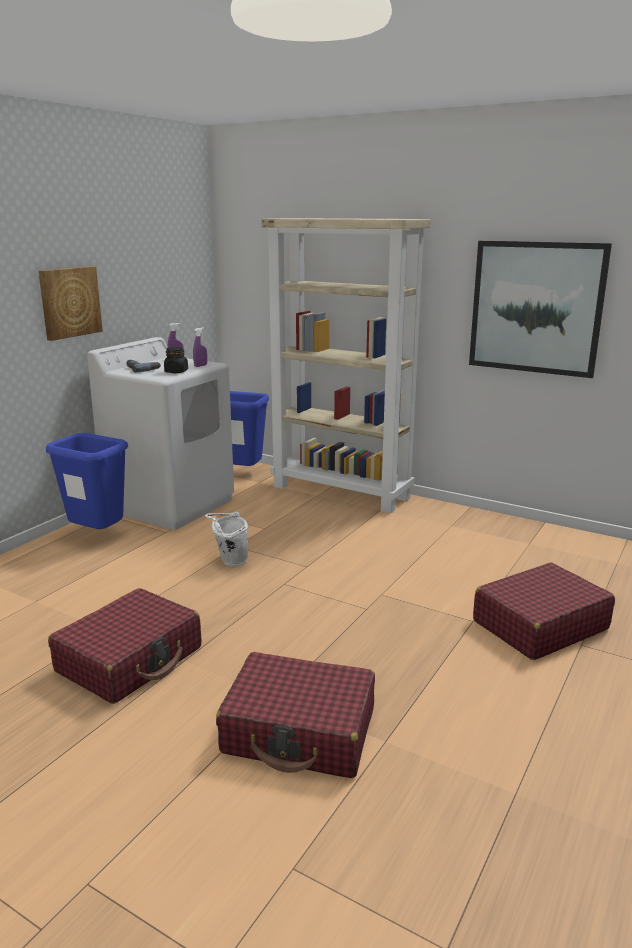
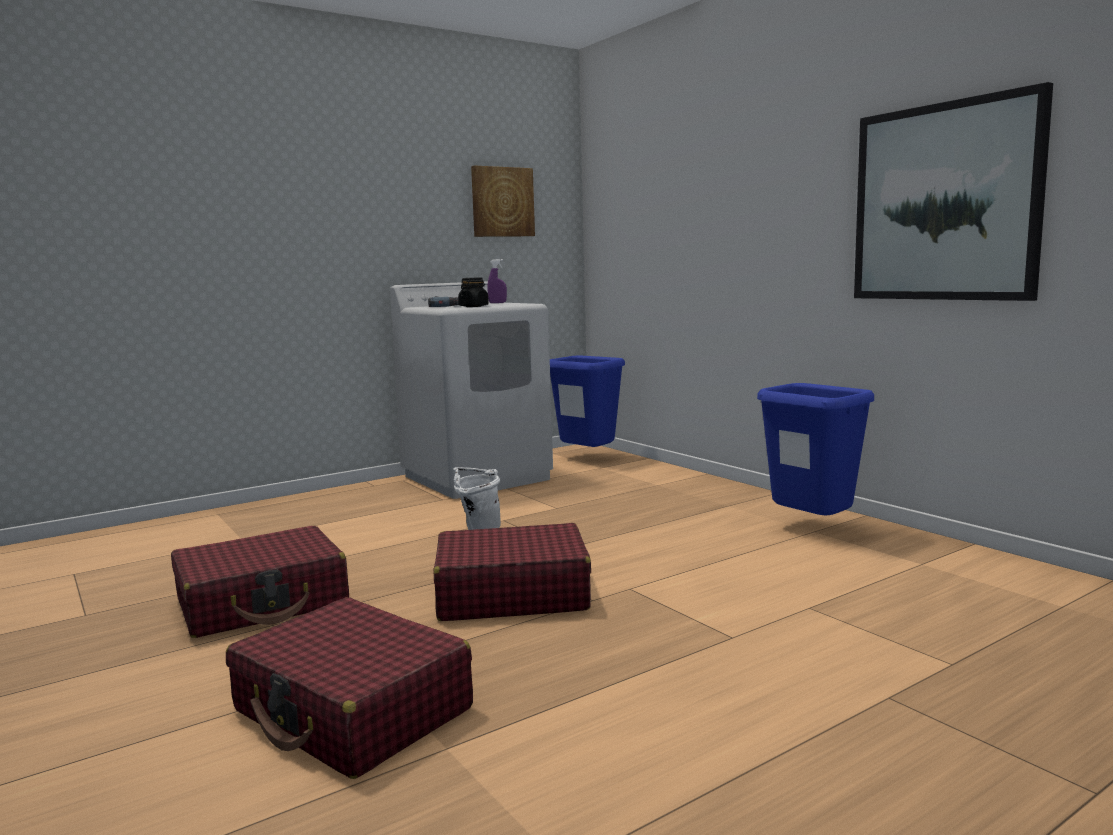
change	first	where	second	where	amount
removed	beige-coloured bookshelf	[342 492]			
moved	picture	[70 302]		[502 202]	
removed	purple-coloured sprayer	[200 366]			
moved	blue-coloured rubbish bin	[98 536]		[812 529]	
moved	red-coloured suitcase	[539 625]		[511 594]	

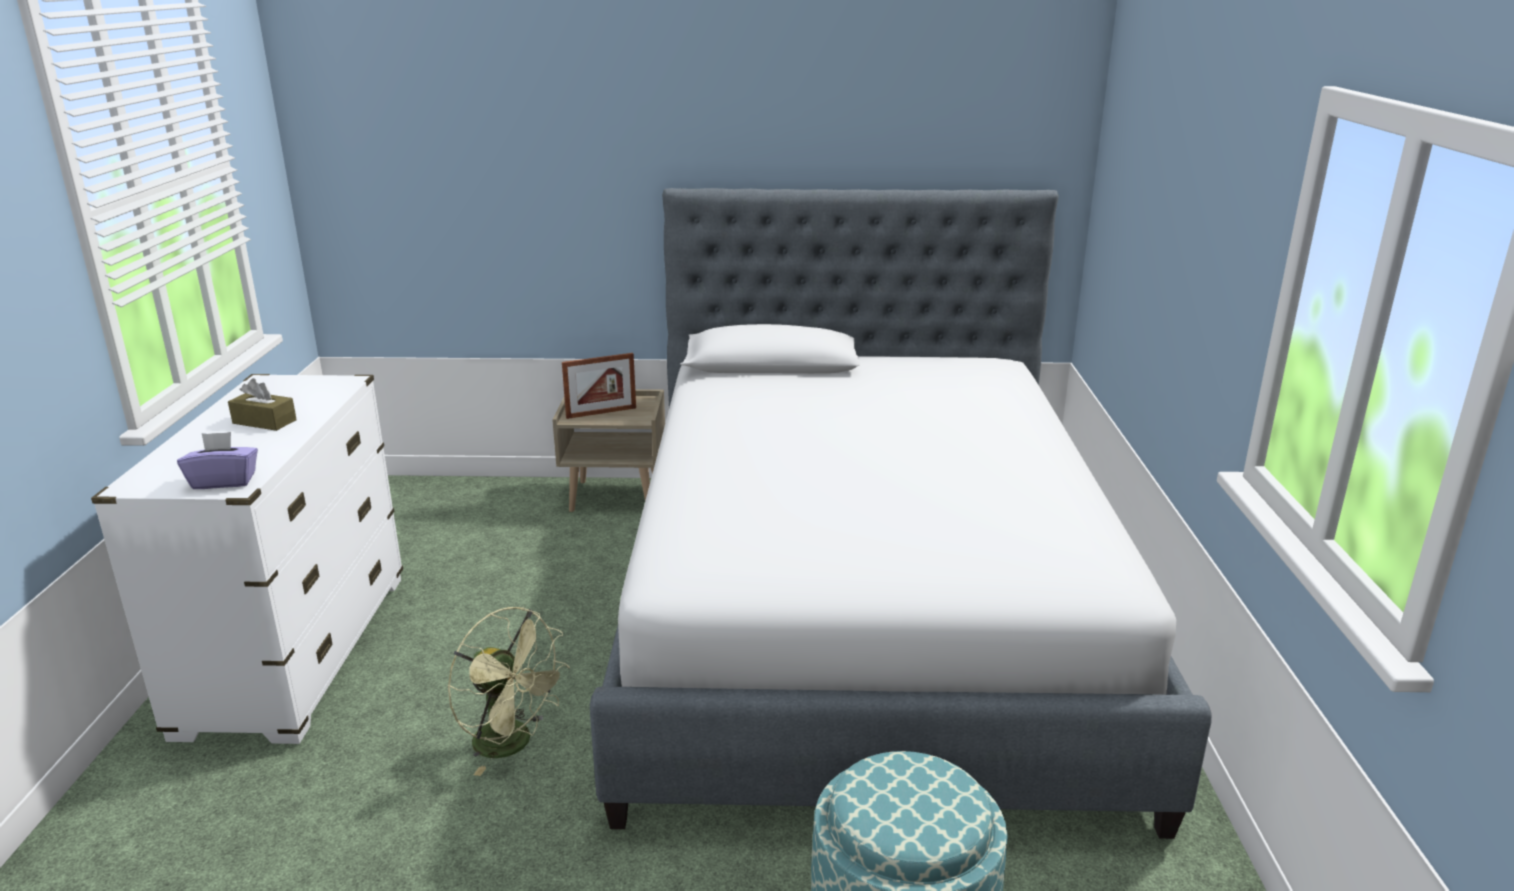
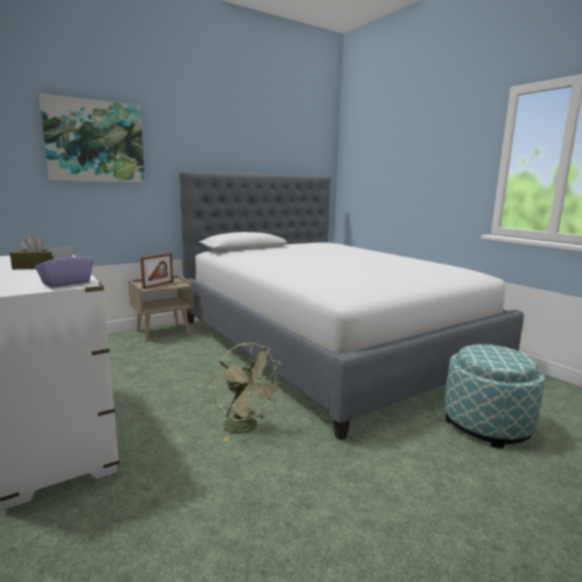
change	first	where	second	where	amount
turned	green cooling fan	[513 744]		[246 428]	45 degrees clockwise
added			picture	[95 141]	

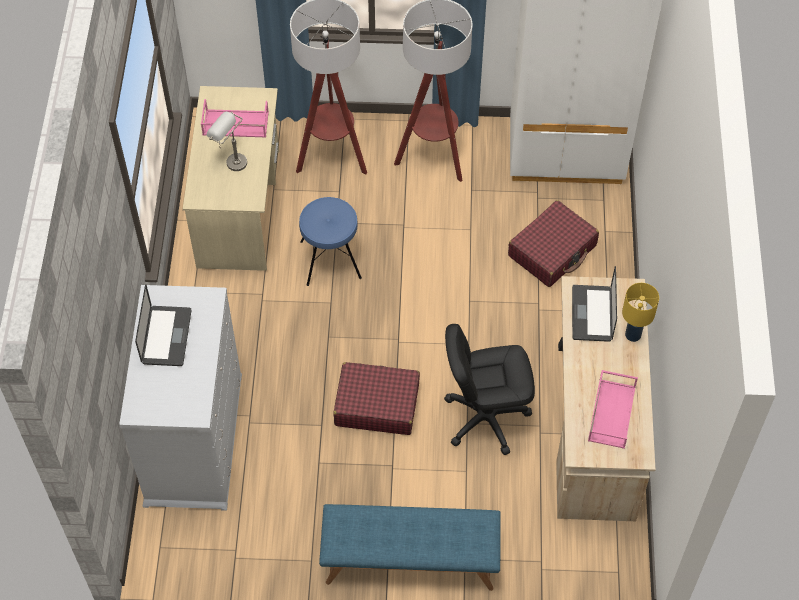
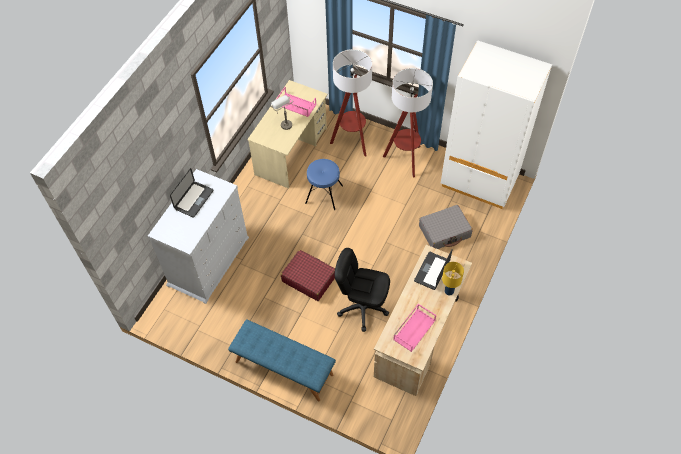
change	first	where	second	where	amount
recoloured	red-coloured suitcase	[552 251]	gray suitcase	[444 231]	

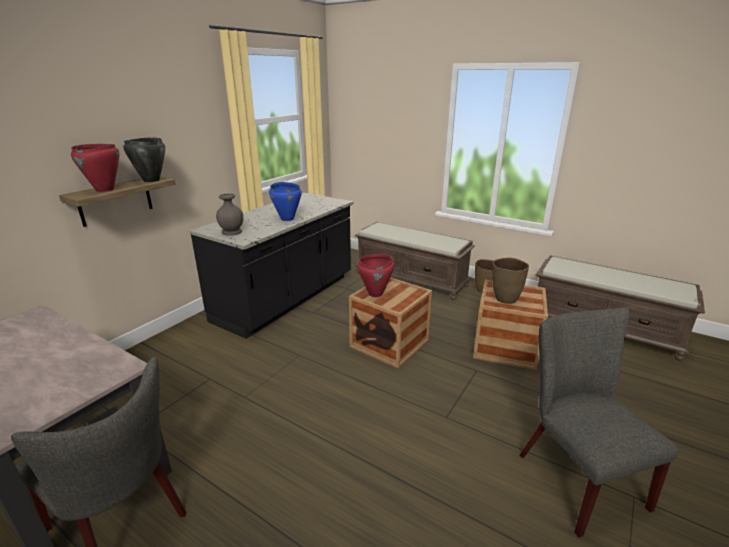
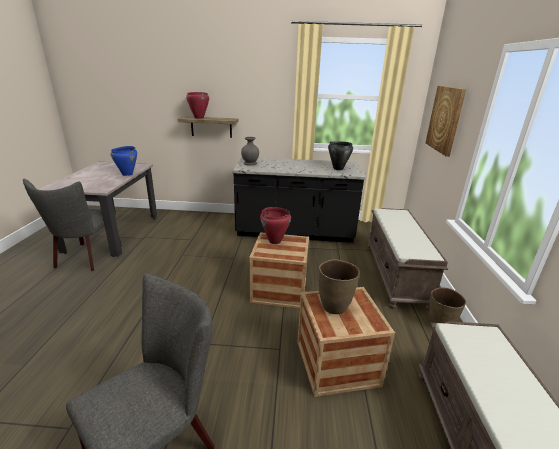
change	first	where	second	where	amount
moved	black-coloured saucepot	[151 180]		[338 168]	
moved	blue-coloured saucepot	[287 219]		[127 174]	
added			picture	[445 119]	

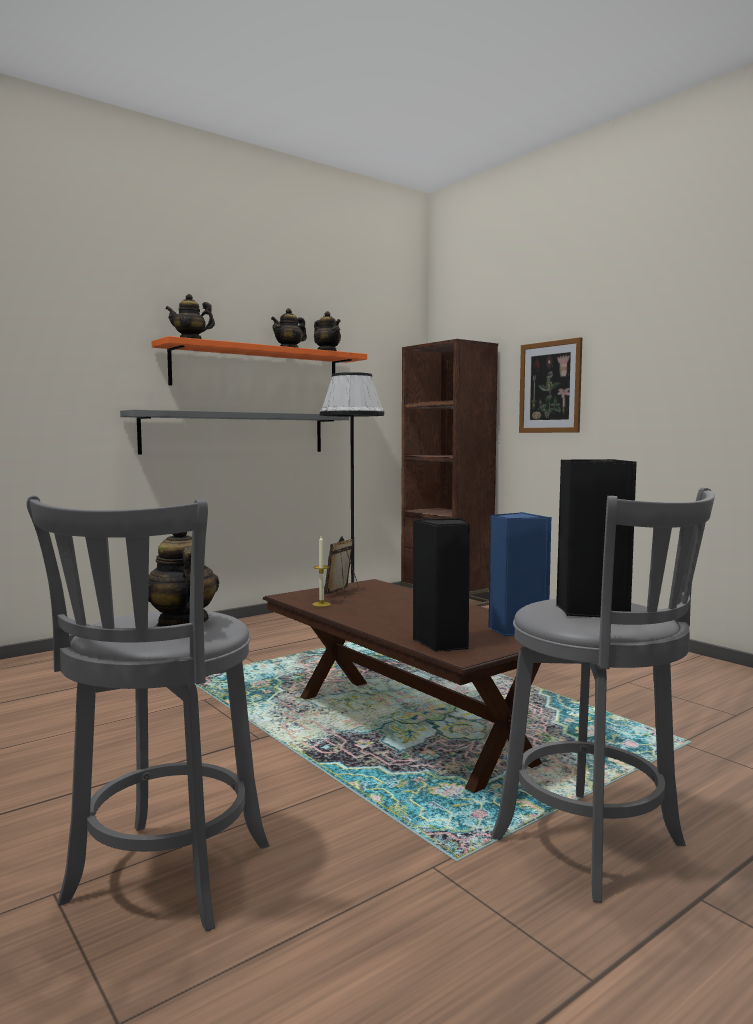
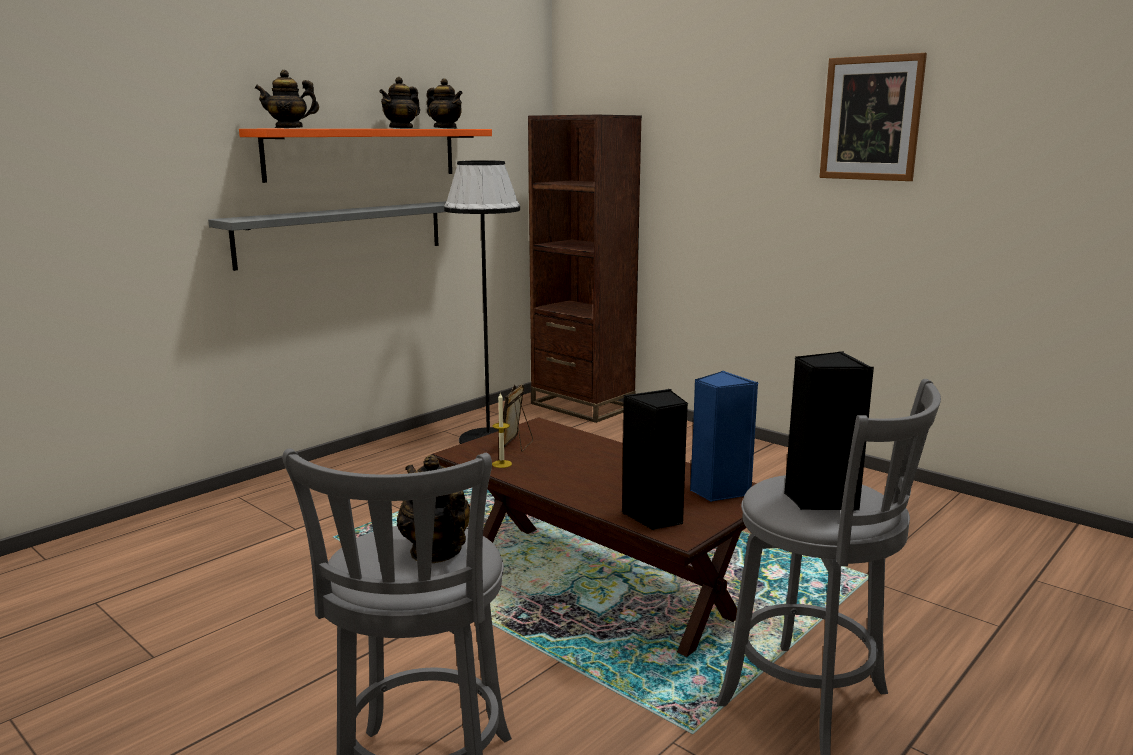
change	first	where	second	where	amount
moved	picture	[550 387]		[871 118]	

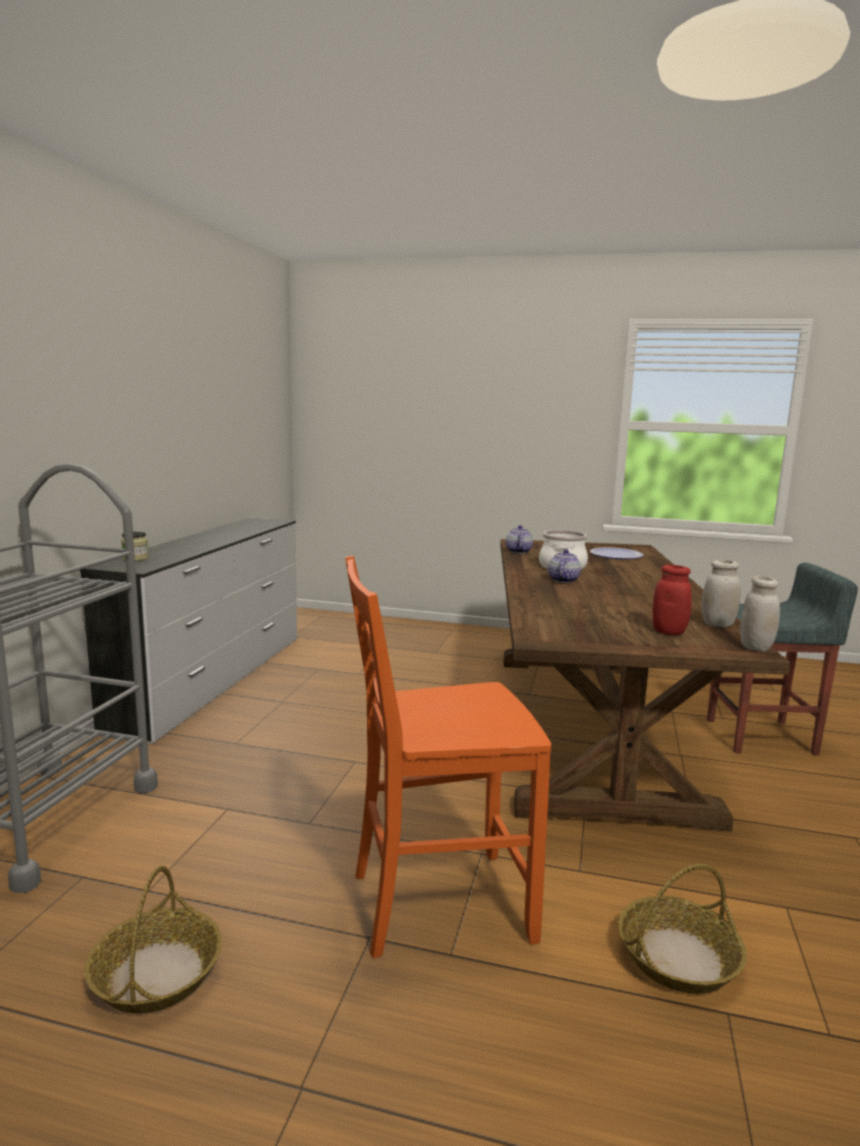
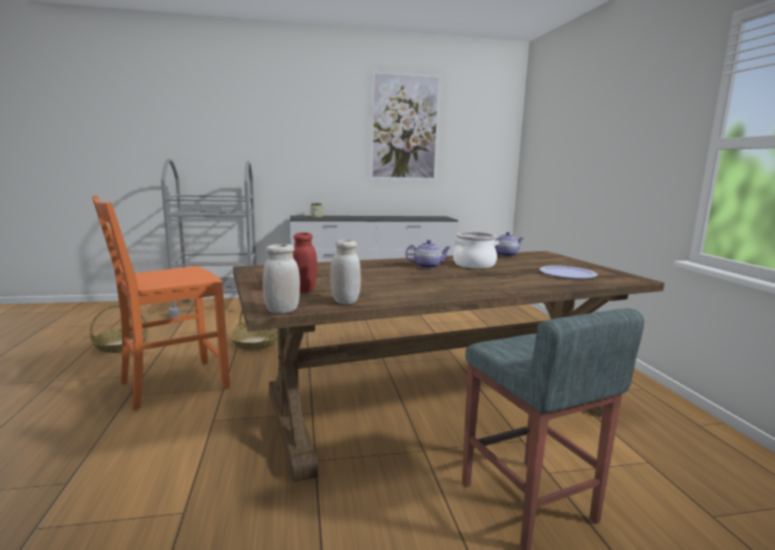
change	first	where	second	where	amount
turned	orange-coloured upright chair	[436 903]		[172 385]	90 degrees counterclockwise
moved	basket	[678 957]		[255 343]	
added			picture	[404 128]	

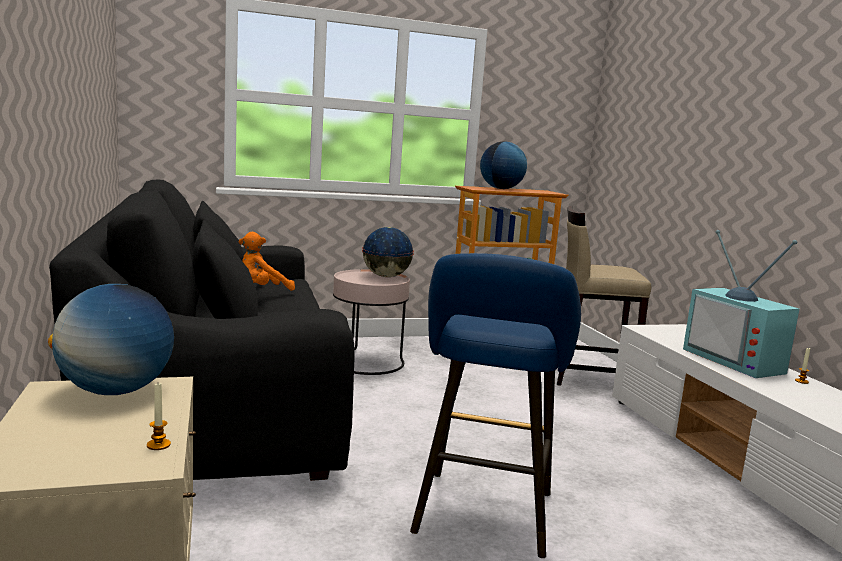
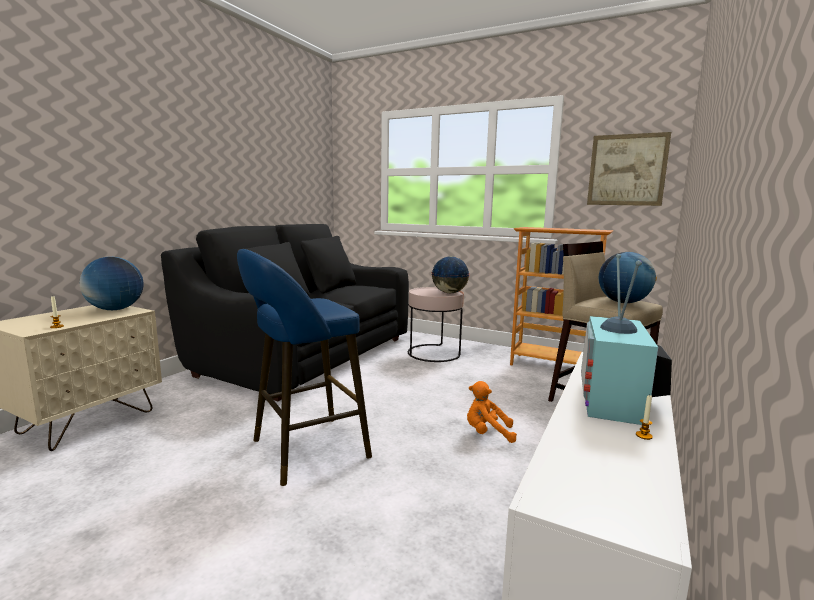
change	first	where	second	where	amount
moved	globe	[501 189]		[623 302]	
moved	orange-coloured soft toy	[261 290]		[487 434]	
added			picture	[627 170]	

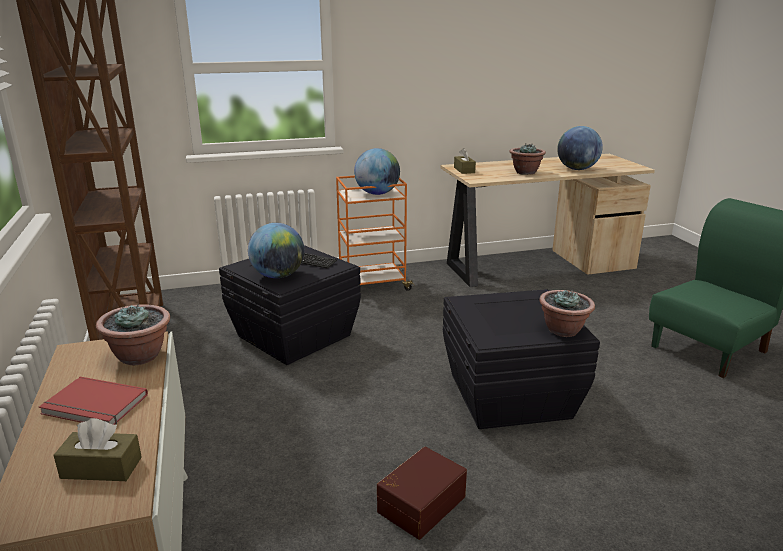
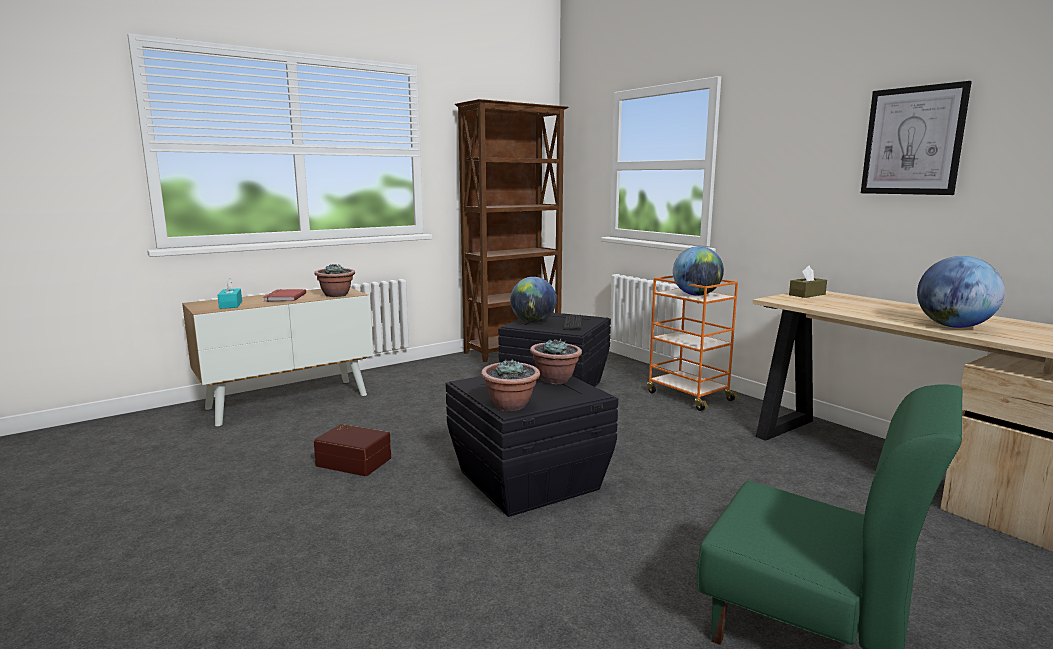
change	first	where	second	where	amount
moved	plant in a pot	[525 172]		[555 380]	
recoloured	brown tissue holder	[101 468]	turquoise-coloured tissue holder	[230 305]	
added			picture	[913 141]	

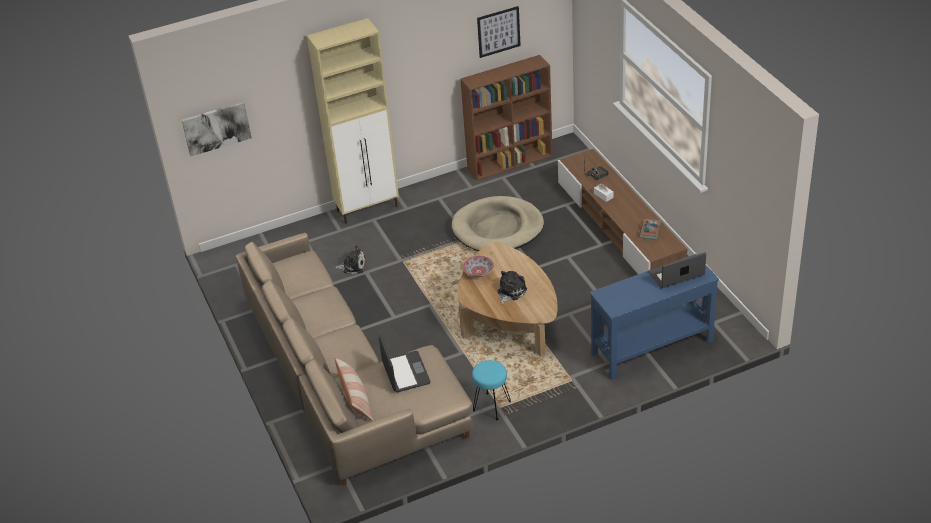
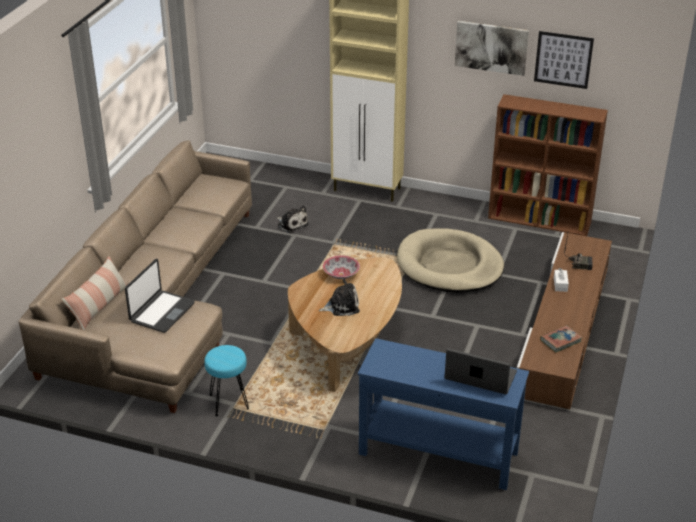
change	first	where	second	where	amount
moved	picture	[216 128]		[491 47]	

